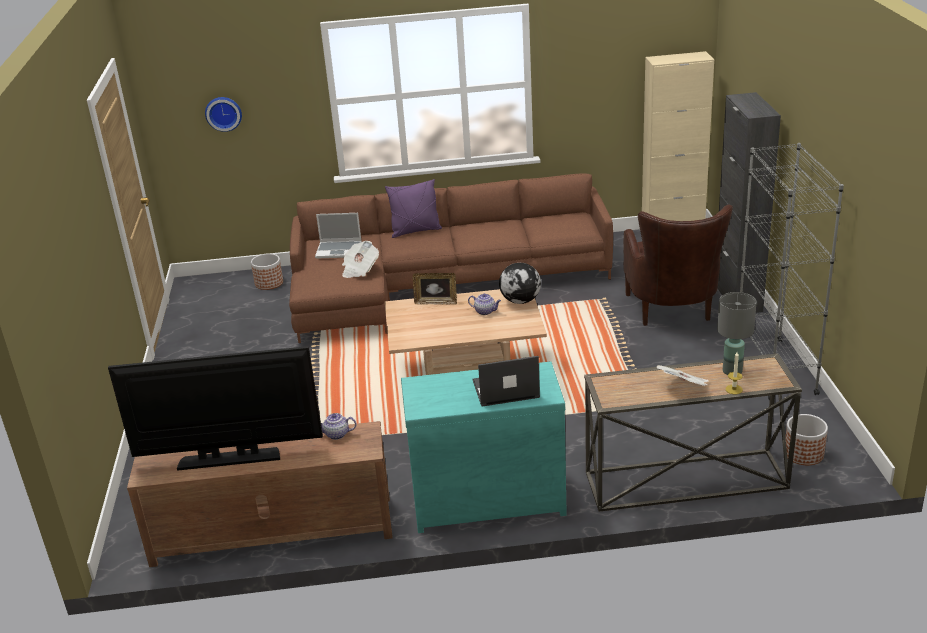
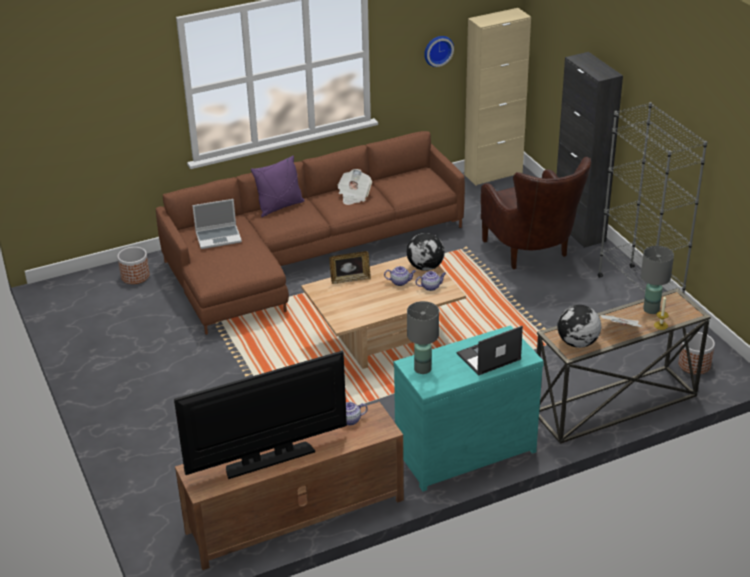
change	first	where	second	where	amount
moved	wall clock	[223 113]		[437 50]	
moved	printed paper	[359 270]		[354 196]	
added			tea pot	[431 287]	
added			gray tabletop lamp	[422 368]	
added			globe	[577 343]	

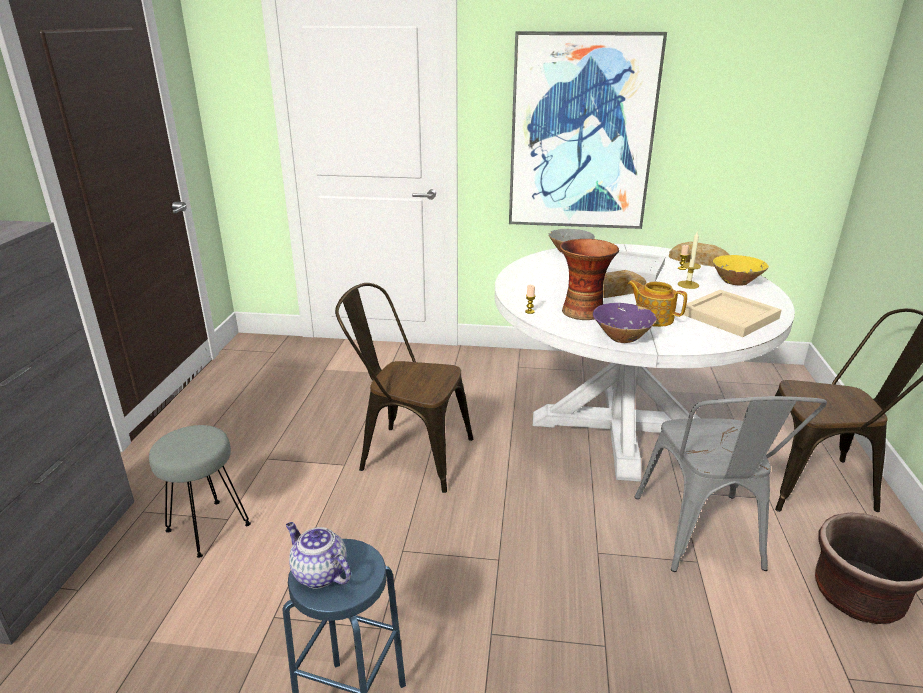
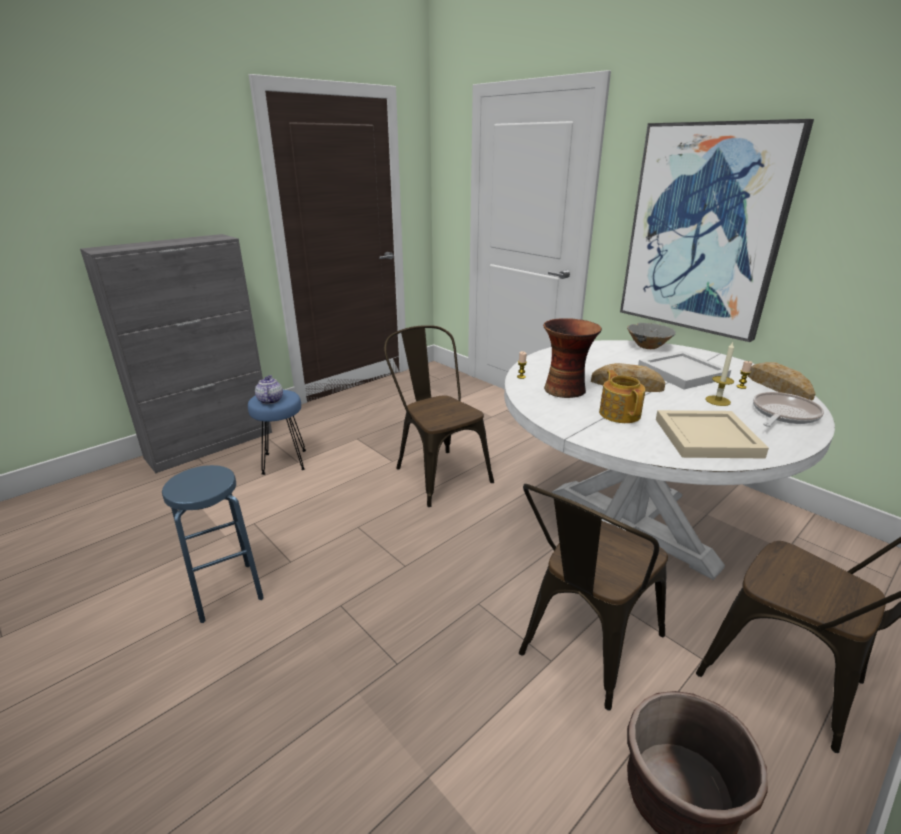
change	first	where	second	where	amount
replaced	yellow deep dish	[736 282]	pan	[783 414]	
removed	purple-coloured deep dish	[622 337]			
recoloured	gray upright chair	[704 538]	brown upright chair	[583 649]	
recoloured	gray sitting stool	[207 528]	blue-coloured sitting stool	[283 462]	
moved	tea pot	[318 573]		[270 400]	

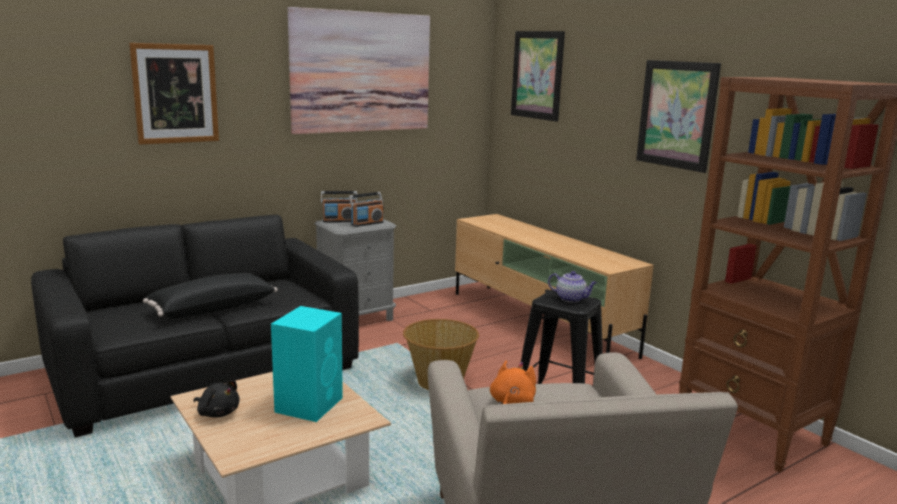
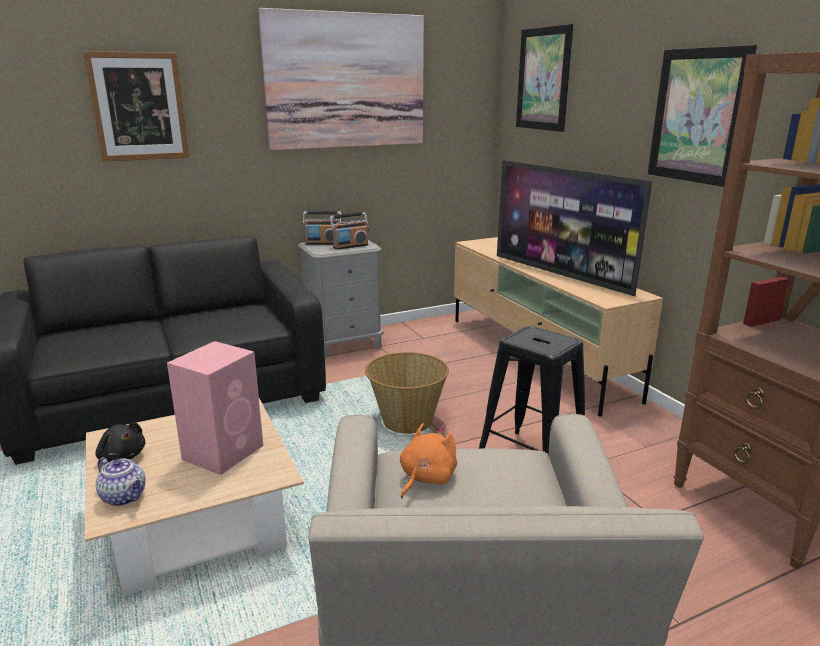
change	first	where	second	where	amount
moved	tea pot	[571 299]		[125 497]	
removed	black-coloured cushion	[212 308]			
recoloured	turquoise-coloured speaker	[310 404]	pink-coloured speaker	[224 451]	
added			television	[561 274]	

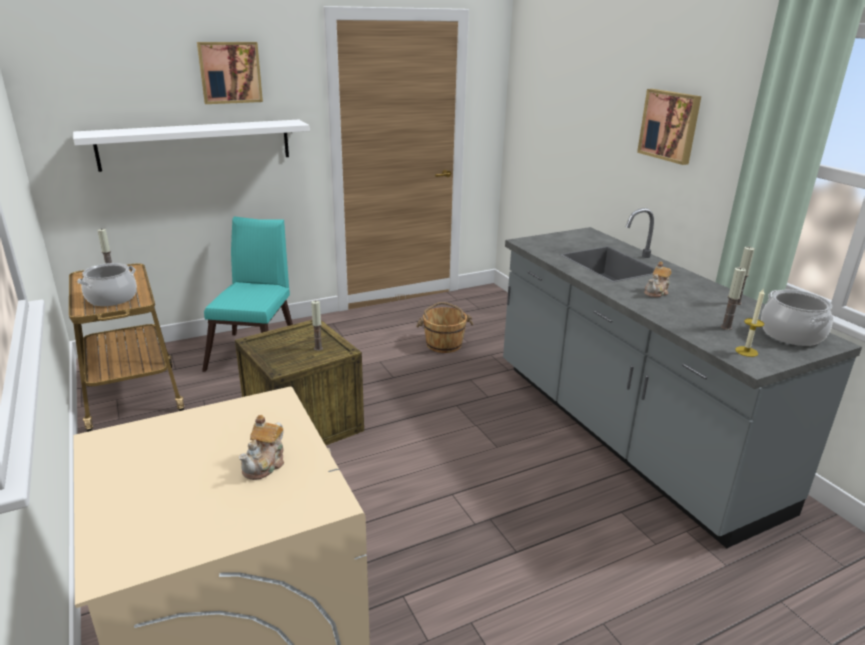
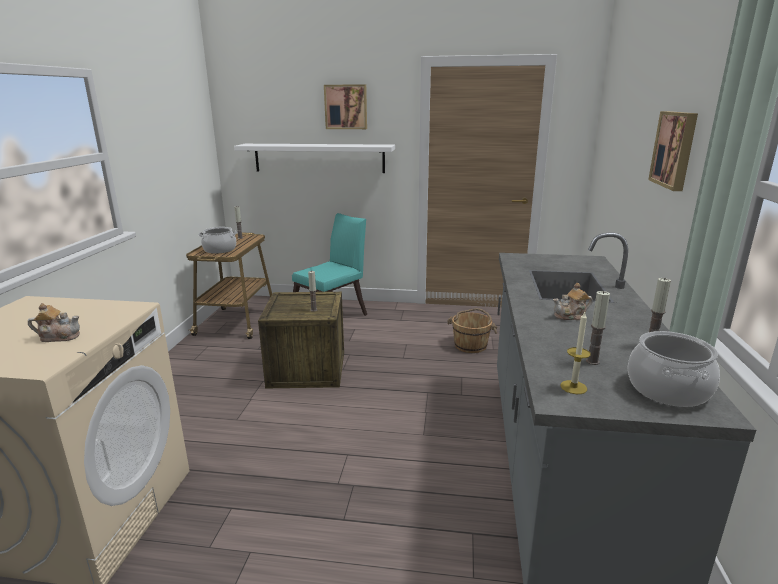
change	first	where	second	where	amount
turned	tea pot	[265 464]		[59 337]	150 degrees counterclockwise

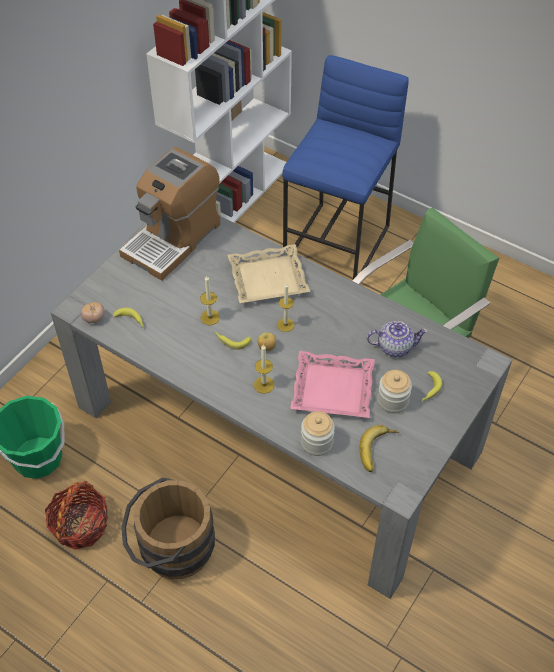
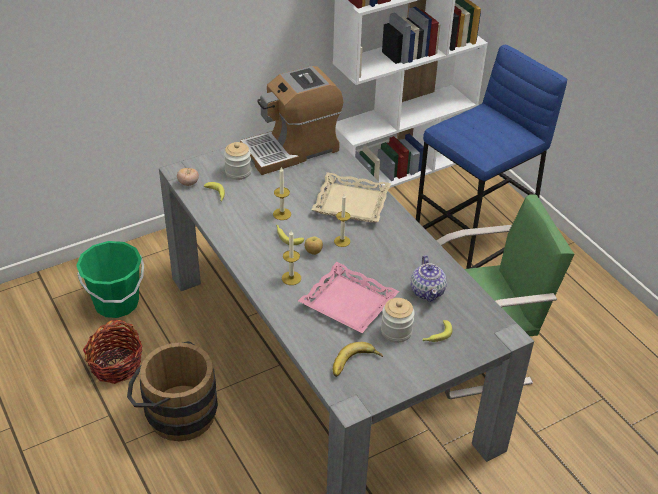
change	first	where	second	where	amount
turned	tea pot	[394 346]		[427 291]	60 degrees clockwise
moved	storage jar	[317 442]		[238 172]	

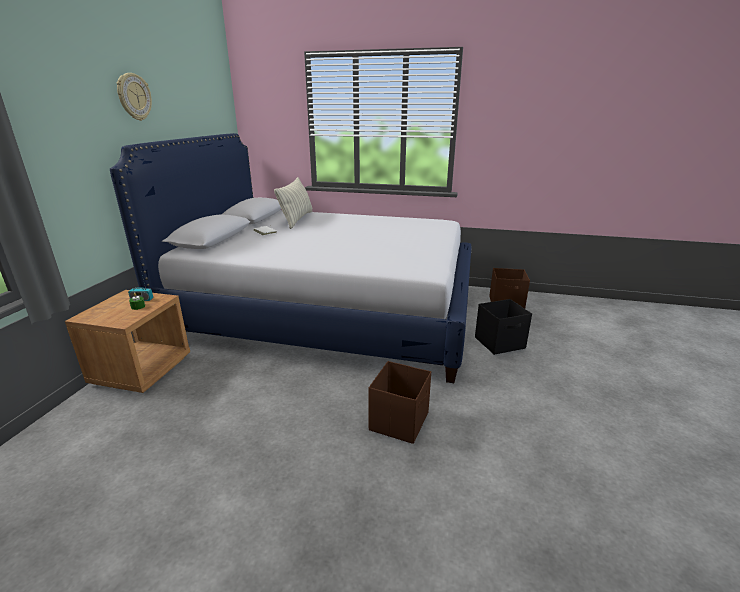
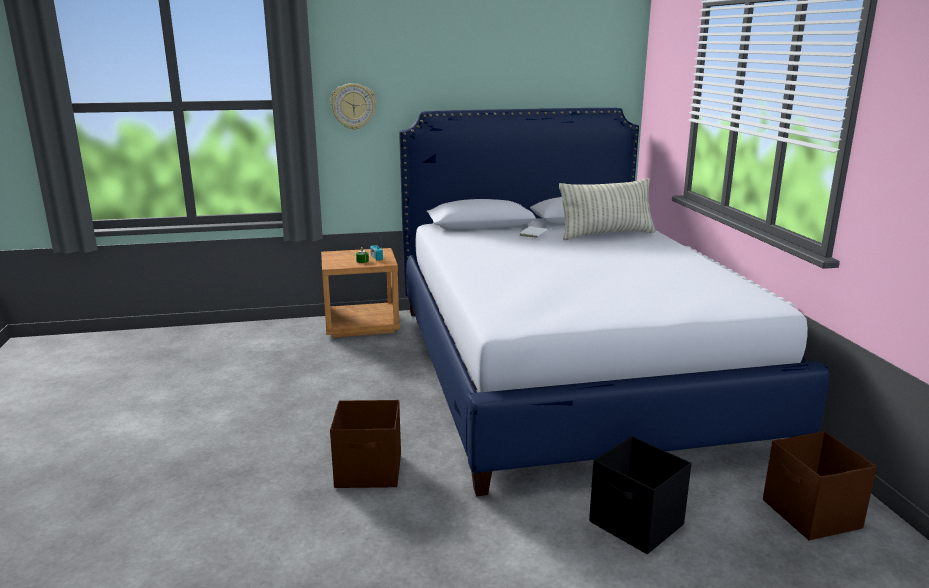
change	first	where	second	where	amount
moved	wall clock	[134 97]		[353 106]	

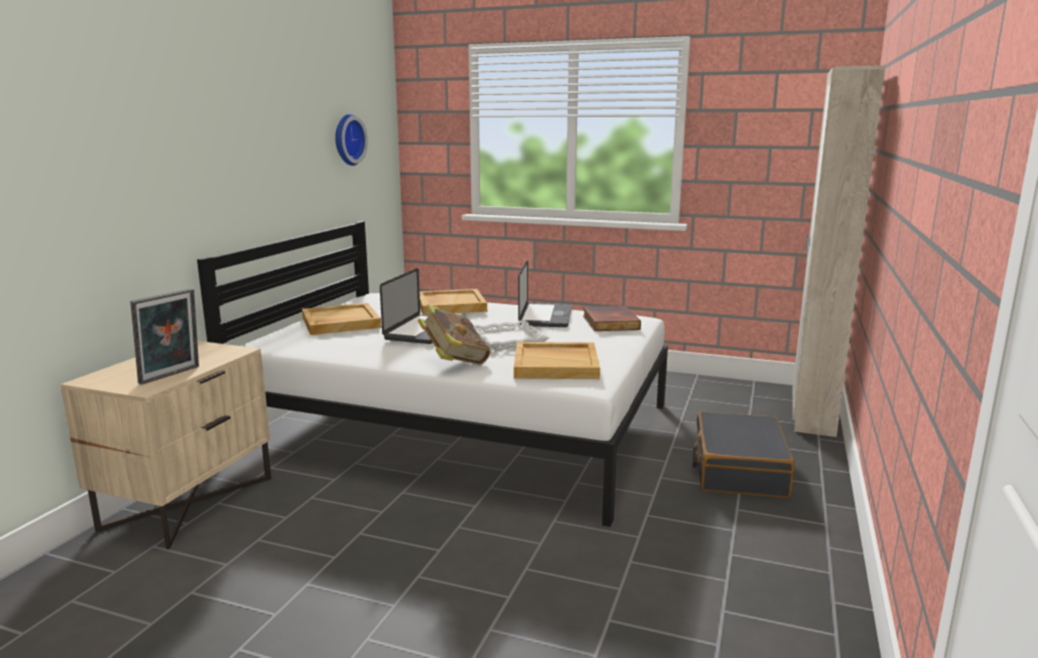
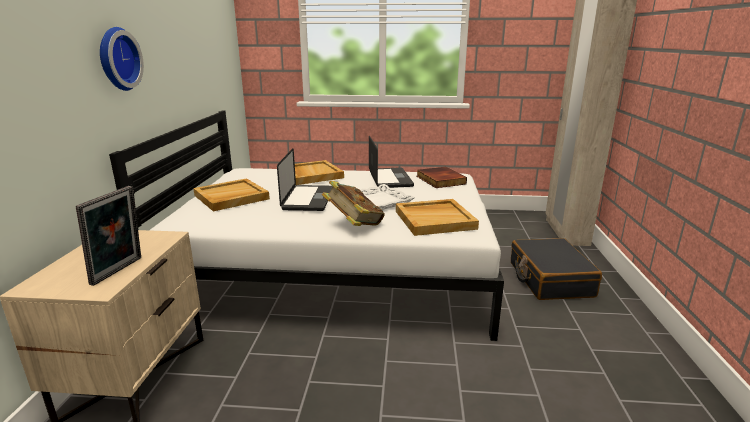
change	first	where	second	where	amount
moved	wall clock	[347 139]		[116 59]	

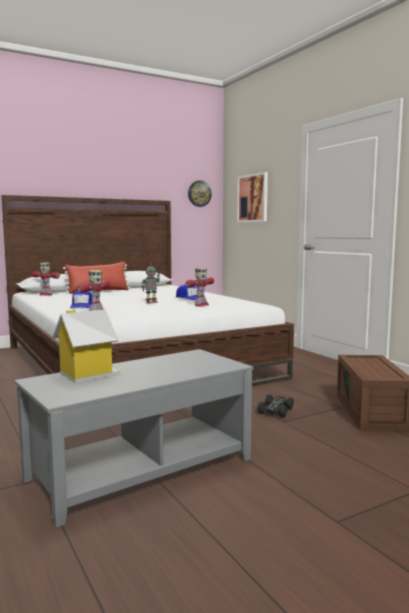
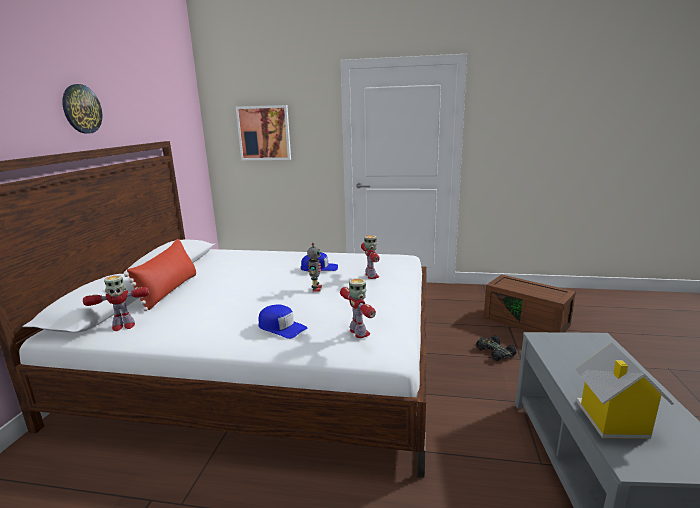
change	first	where	second	where	amount
moved	wall clock	[199 193]		[81 109]	

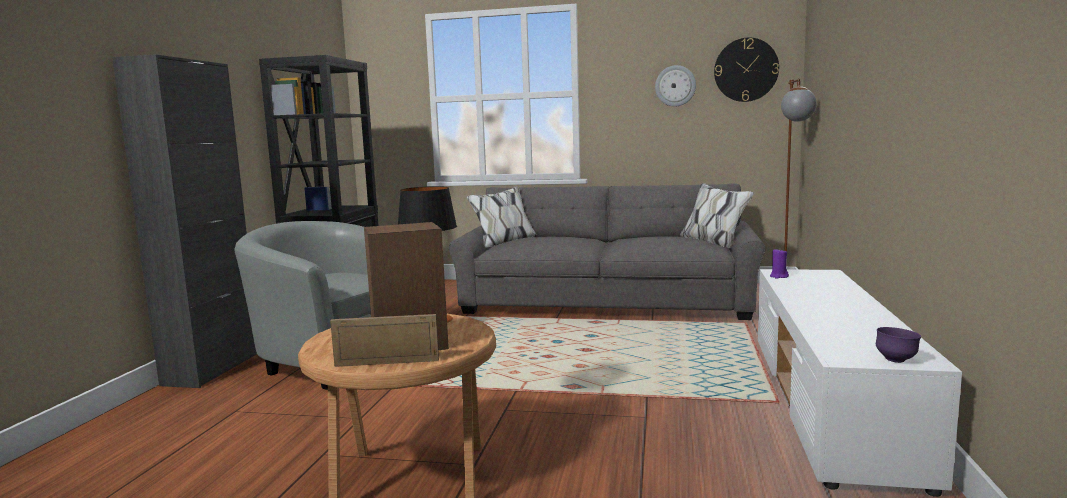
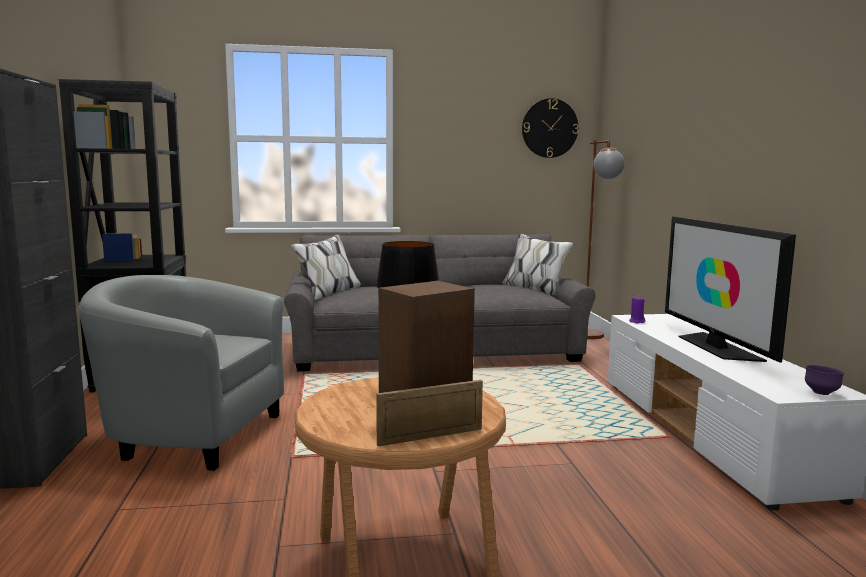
change	first	where	second	where	amount
removed	wall clock	[675 86]			
added			television	[716 347]	

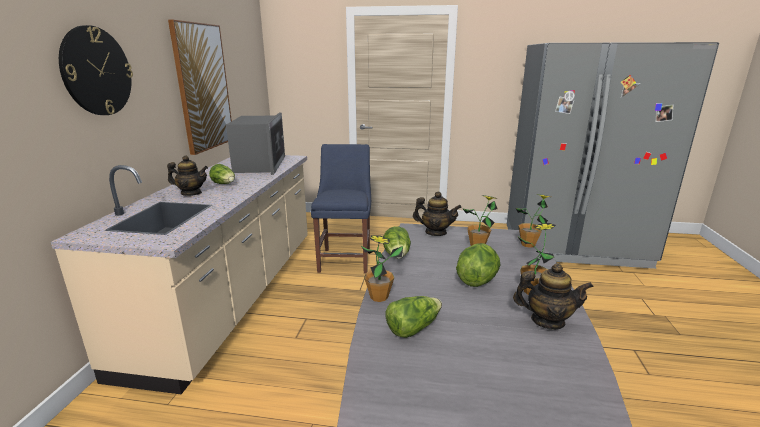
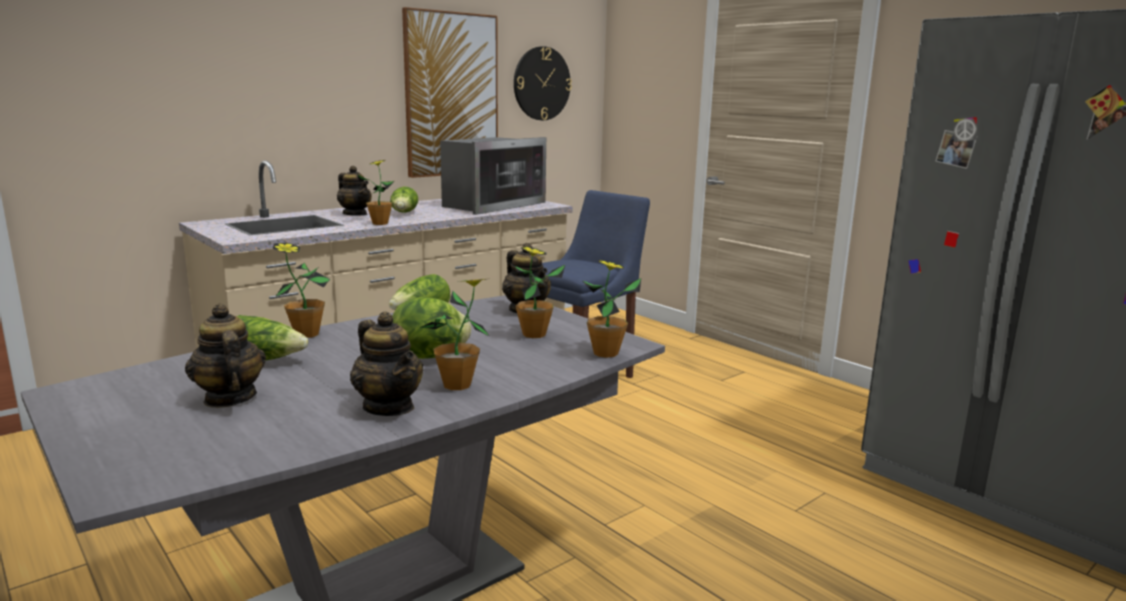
change	first	where	second	where	amount
moved	wall clock	[96 71]		[541 83]	
added			plant in a pot	[380 223]	
added			tea pot	[229 398]	

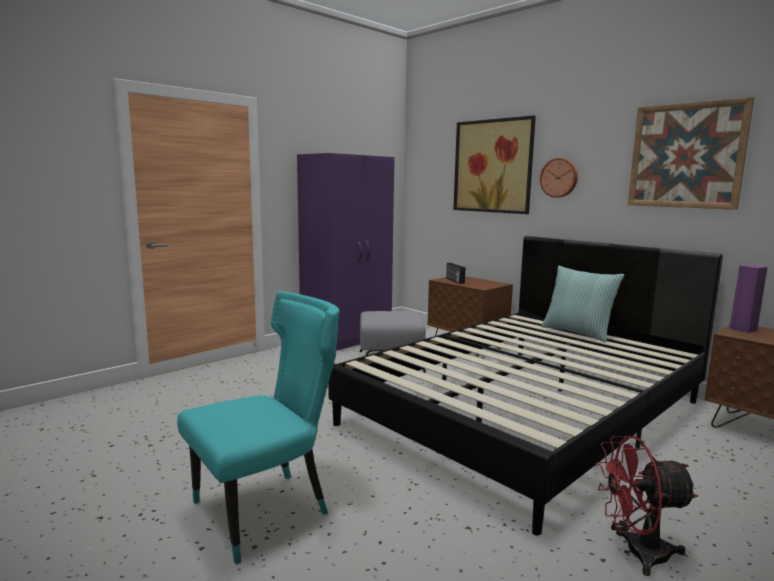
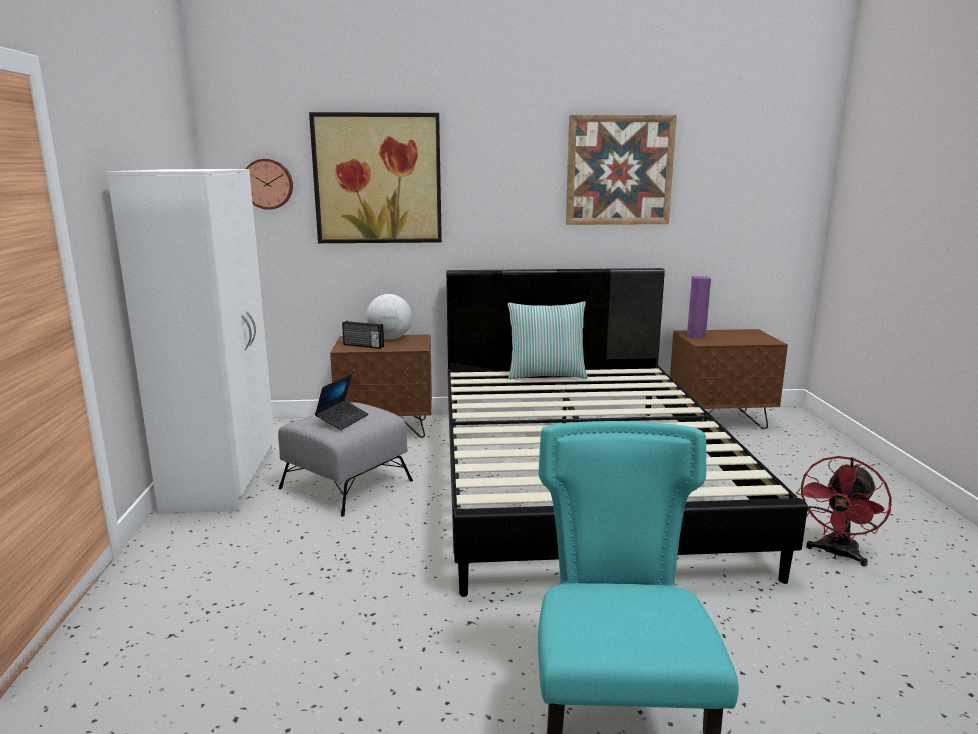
change	first	where	second	where	amount
recoloured	purple-coloured clothes cupboard	[347 340]	whitish clothes cupboard	[223 479]	
moved	wall clock	[559 178]		[268 184]	
added			globe	[390 338]	
added			portable computer	[342 420]	

